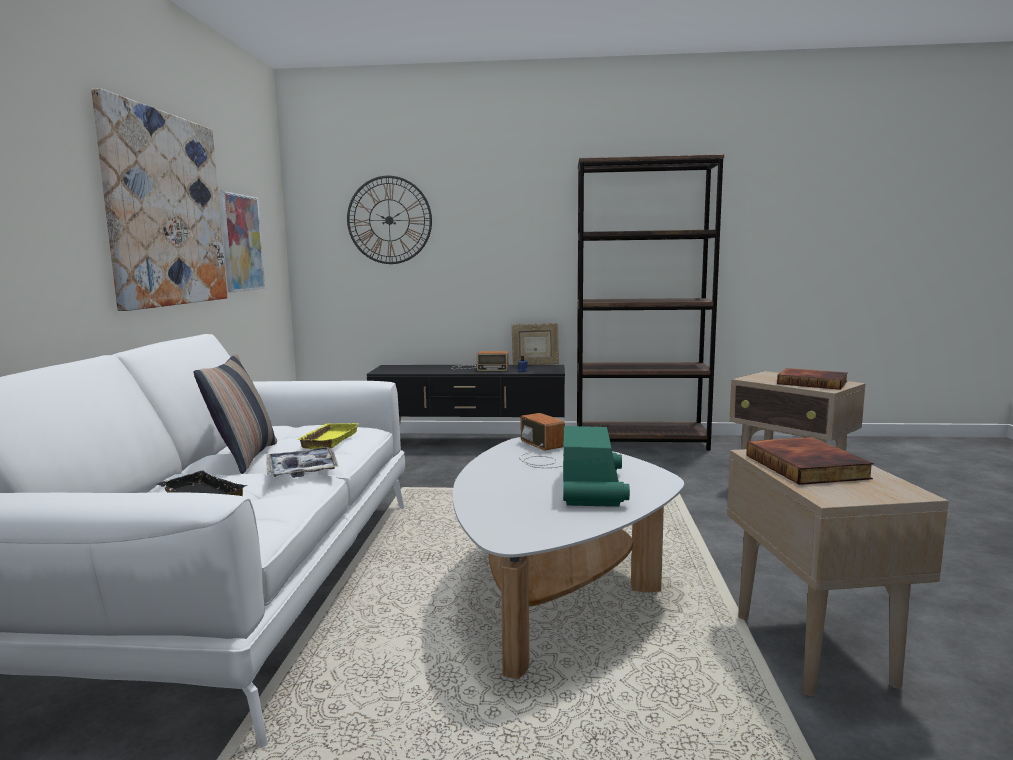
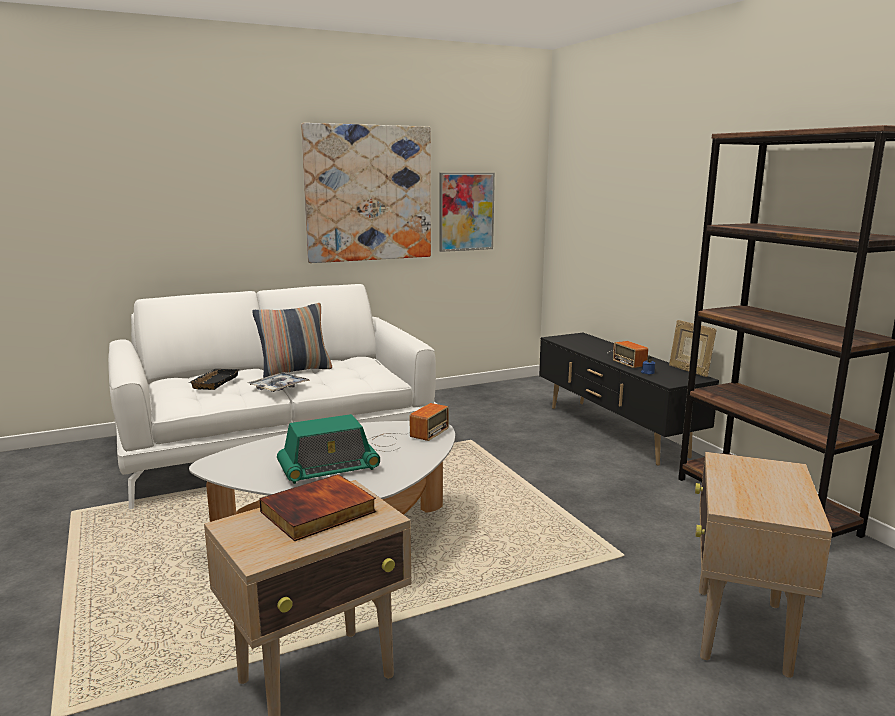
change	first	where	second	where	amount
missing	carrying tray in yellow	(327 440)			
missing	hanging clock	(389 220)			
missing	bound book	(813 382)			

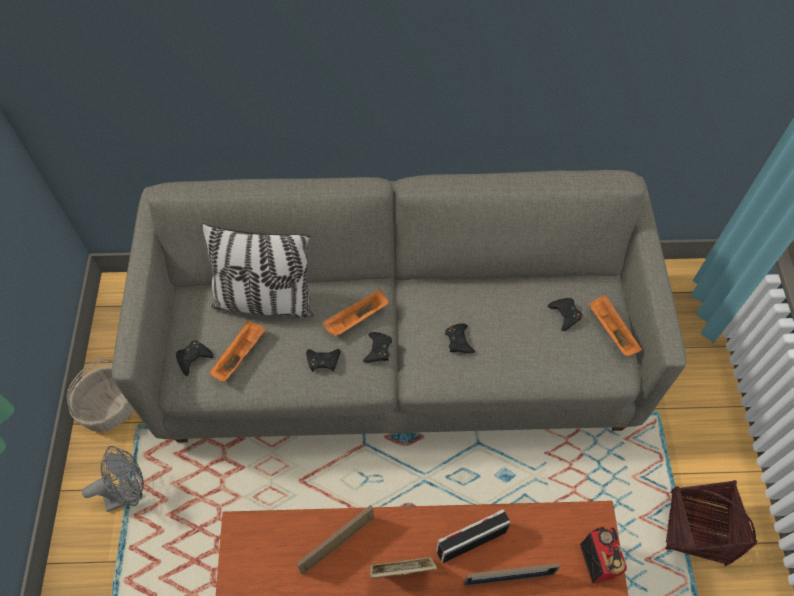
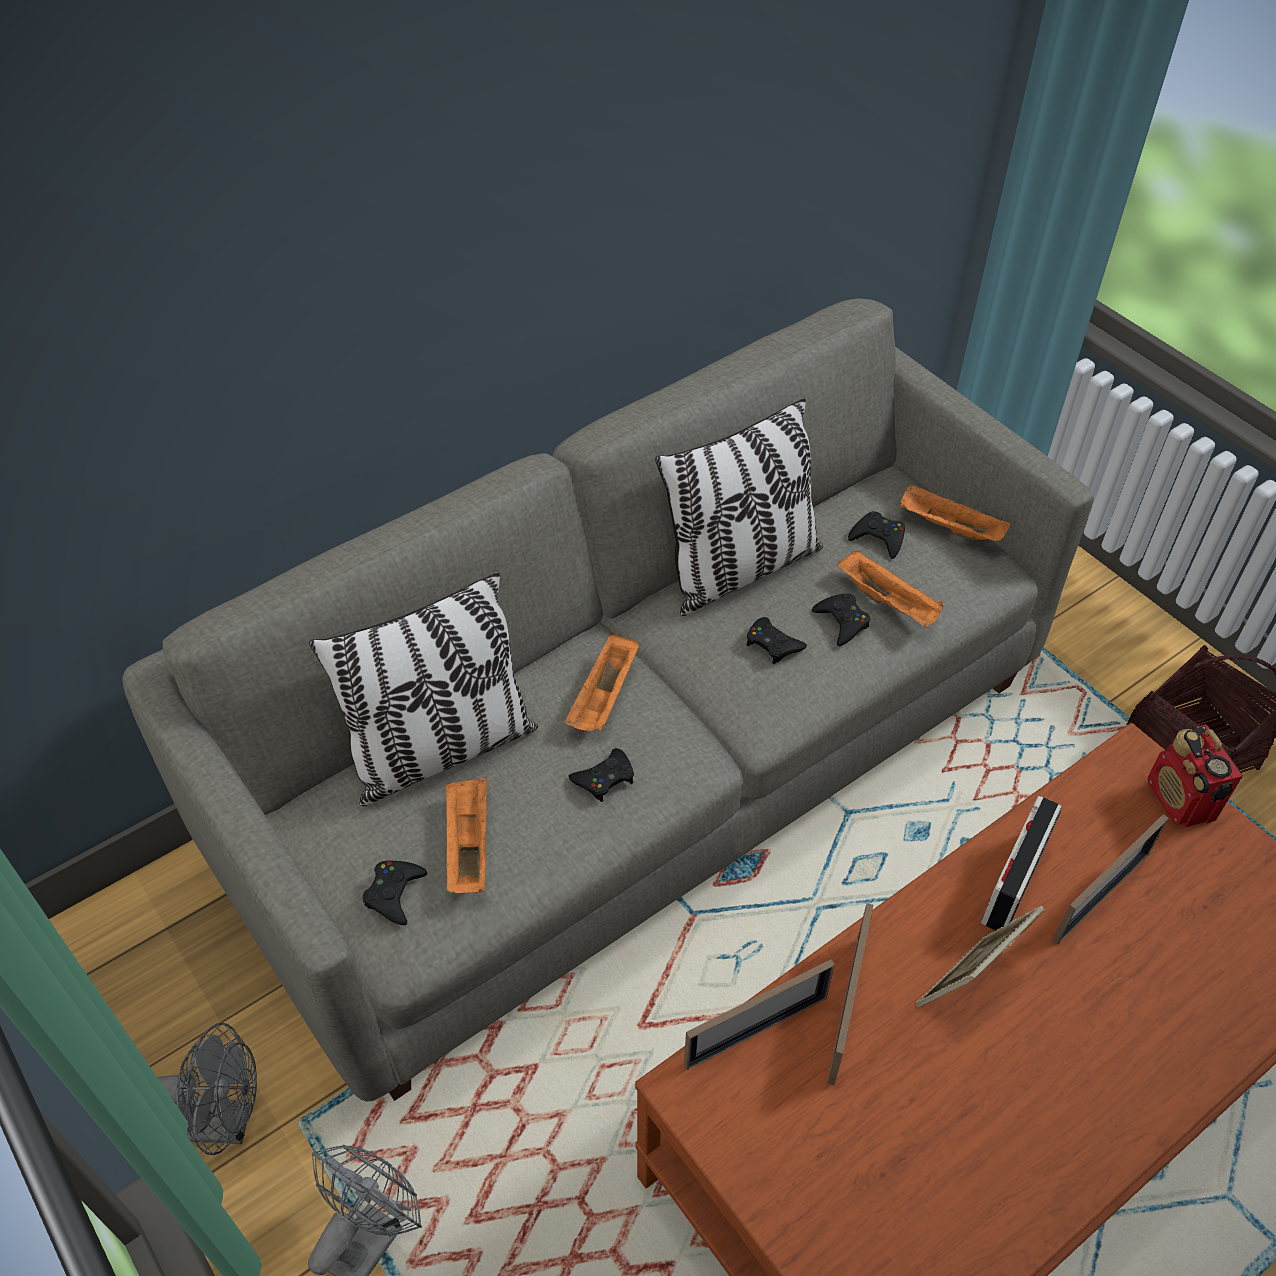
change	first	where	second	where	amount
exchanged	basket	(111 406)	cooling fan in grey	(226 1122)	
relocated	game controller in black-coloured	(378 349)		(842 622)	
spun	radio	(598 560)		(1180 801)	150 degrees counterclockwise
appeared			pillow	(740 569)	
appeared			standing frame	(756 1030)	
appeared			carrying tray in orangey	(889 602)	

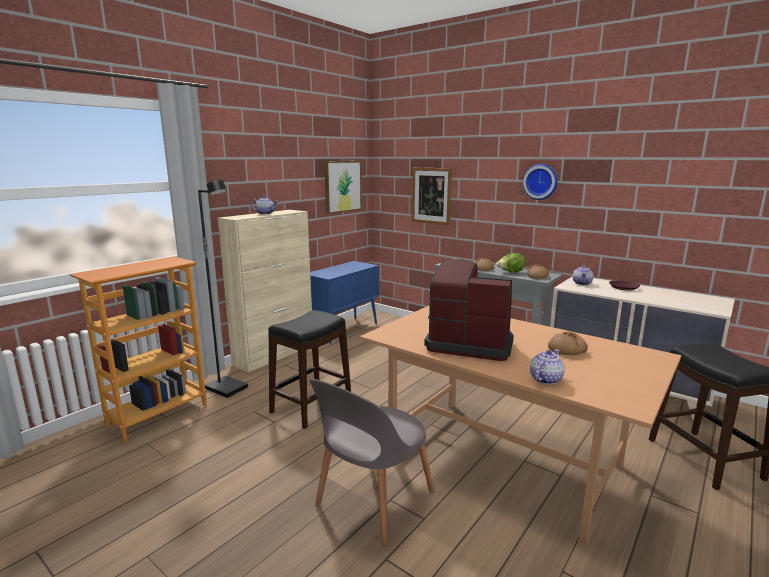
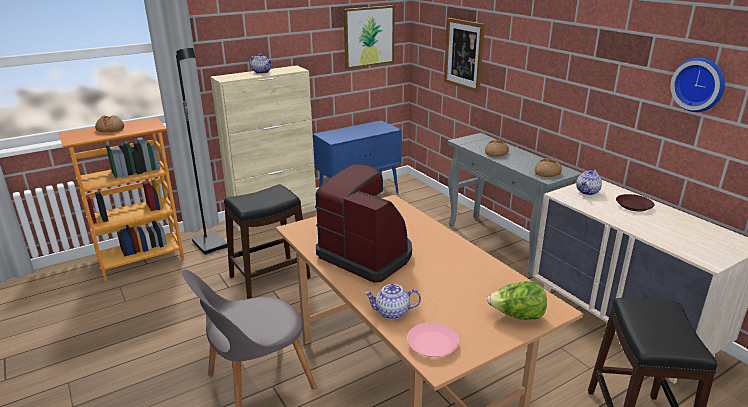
change	first	where	second	where	amount
relocated	head of lettuce	(510 272)		(517 316)	
relocated	hanging clock	(541 181)		(699 84)	
spun	tea pot	(545 379)		(392 312)	150 degrees counterclockwise
relocated	bakery bread	(567 350)		(110 129)	
appeared			flat dish in pinkish	(433 344)	

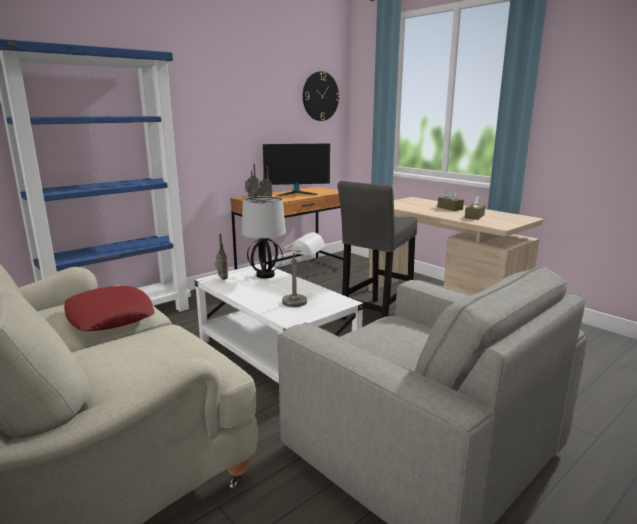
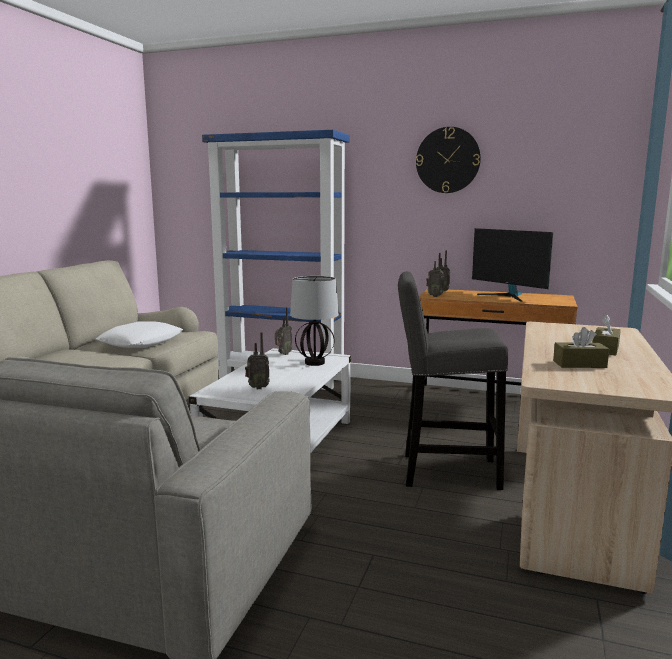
change	first	where	second	where	amount
colour	pillow in reddish	(109 316)	pillow in white	(141 342)	
exchanged	tabletop lamp in grey	(303 303)	radio	(257 387)	
relocated	hanging clock	(320 96)		(448 160)	

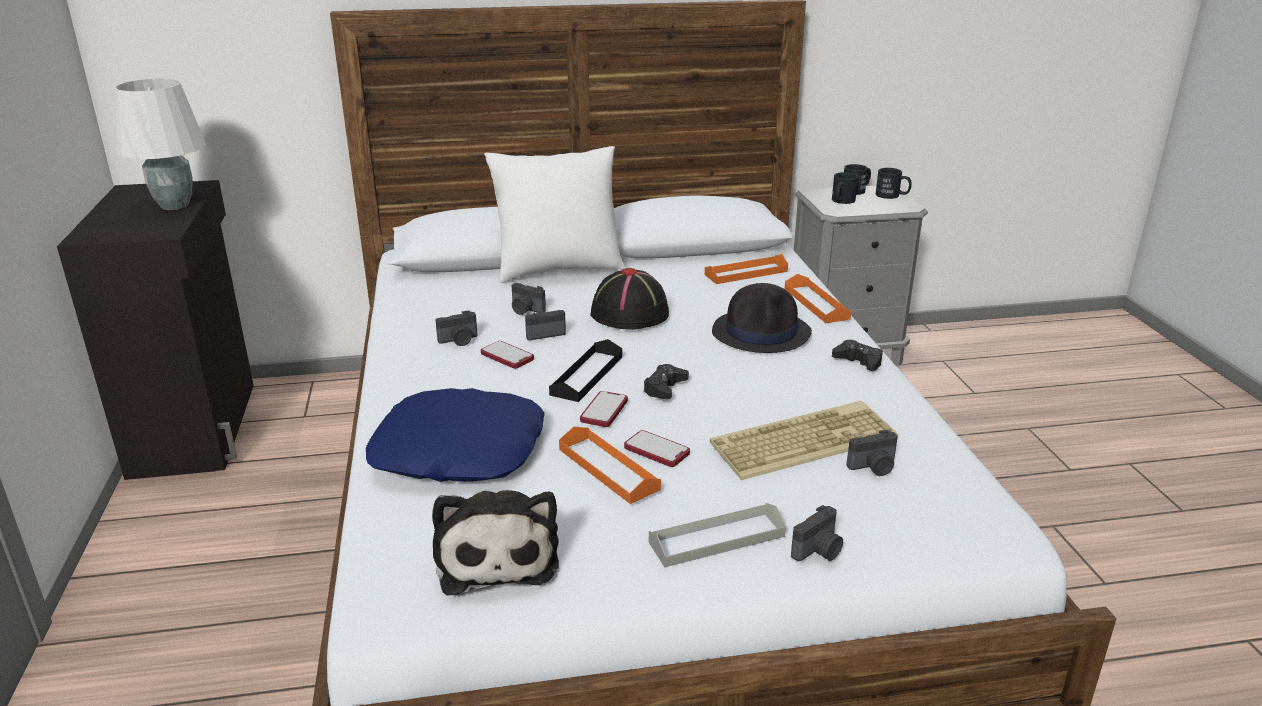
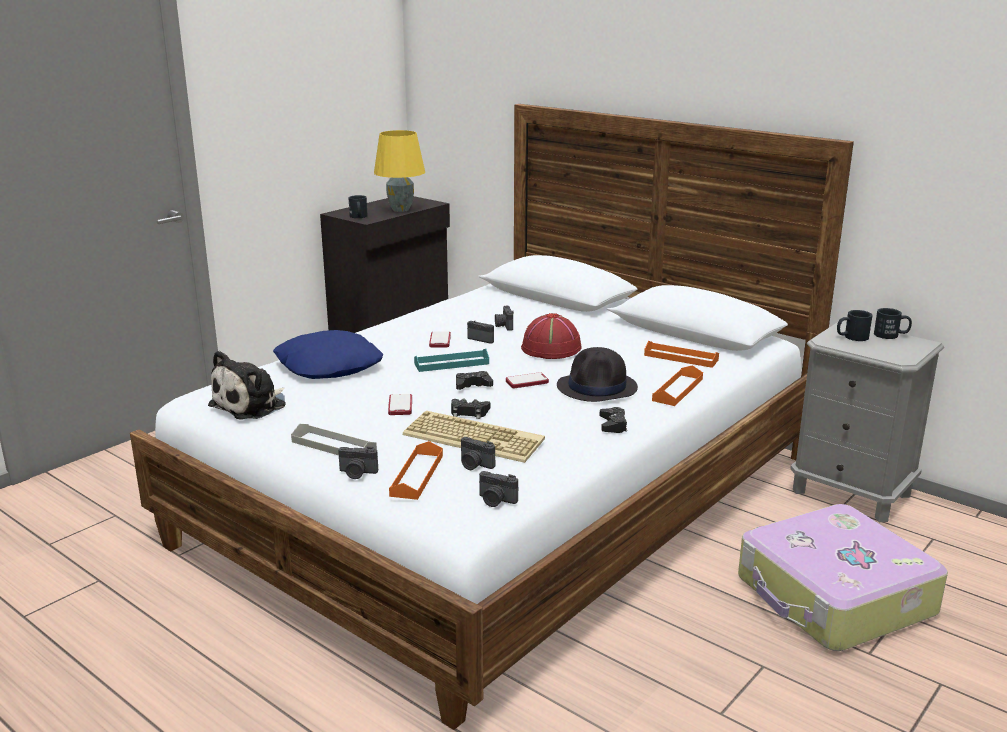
change	first	where	second	where	amount
colour	tabletop lamp in white	(176 205)	tabletop lamp in yellow	(401 210)	
relocated	still camera	(459 341)		(496 501)	
missing	pillow in white	(558 270)			
colour	carrying tray in black-coloured	(587 375)	carrying tray in blue-green	(451 364)	
relocated	carrying tray in orangey	(608 469)		(417 475)	
relocated	handset	(604 410)		(527 382)	
colour	wearable hat in black-coloured	(630 314)	wearable hat in reddish	(551 349)	
relocated	mug in black-coloured	(892 196)		(358 217)	
appeared			game controller in black-coloured	(469 412)	
appeared			piece of luggage	(834 597)	

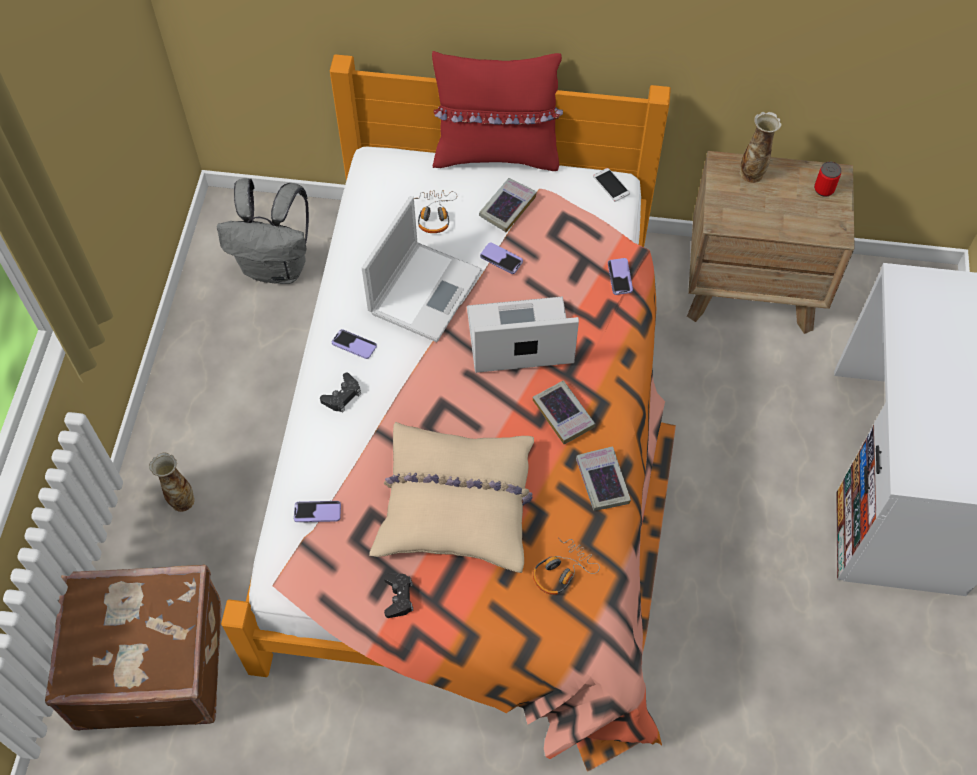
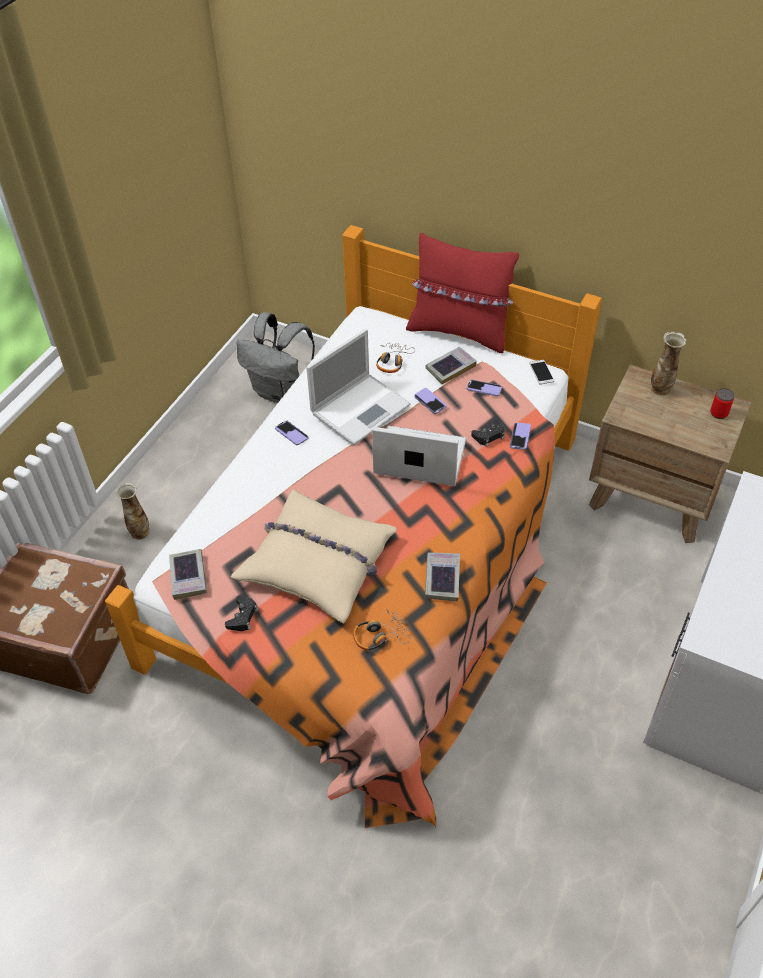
change	first	where	second	where	amount
relocated	handset	(317 512)		(484 389)	
relocated	game controller in black-coloured	(342 396)		(489 436)	
relocated	bound book	(563 414)		(188 576)	

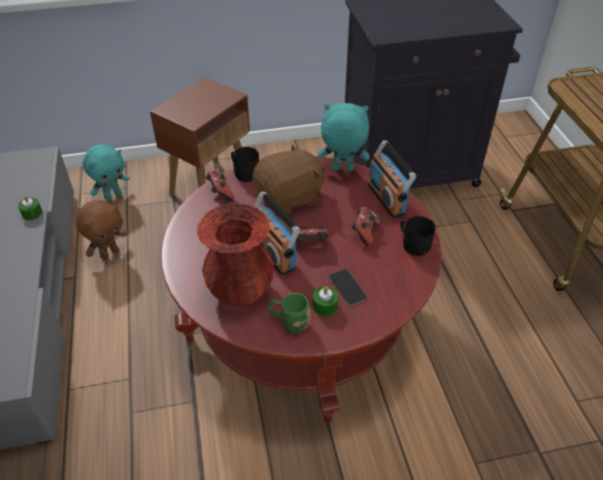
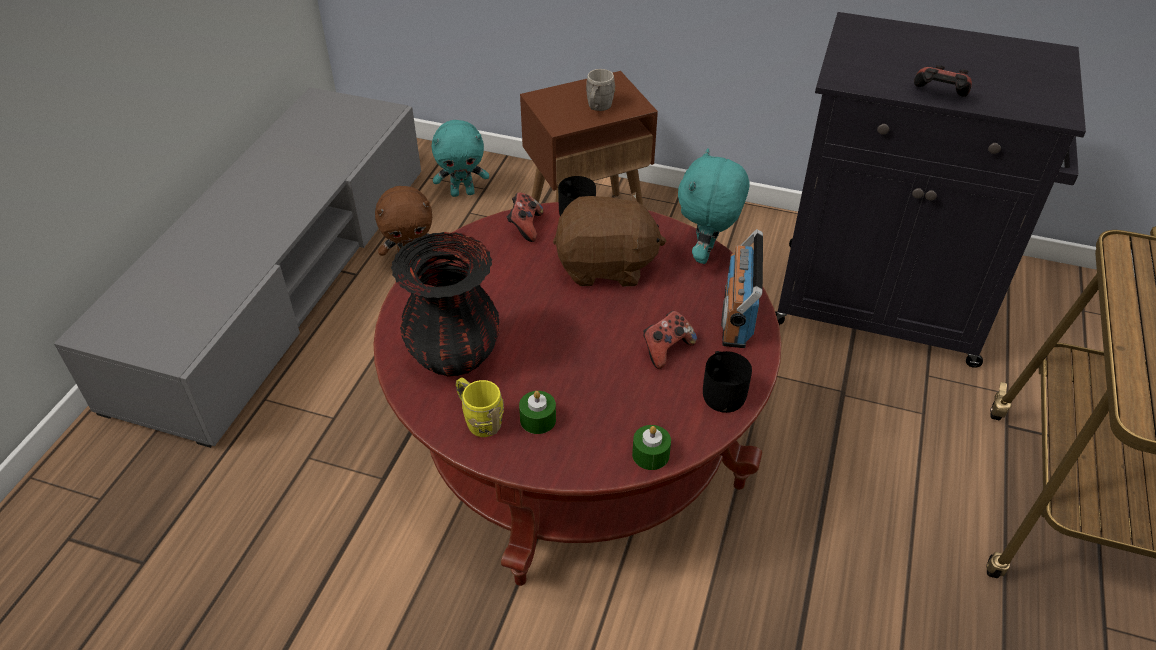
change	first	where	second	where	amount
relocated	candle in green	(32 213)		(650 455)	
colour	vase in reddish	(240 290)	vase in black-coloured	(453 355)	
missing	radio	(274 253)			
colour	mug in green	(289 322)	mug in yellow	(479 420)	
relocated	game controller	(310 244)		(938 96)	
spun	cuddly toy in blue-green	(342 169)		(706 255)	105 degrees counterclockwise
missing	handset	(347 287)			
appeared			mug in grey	(598 108)	

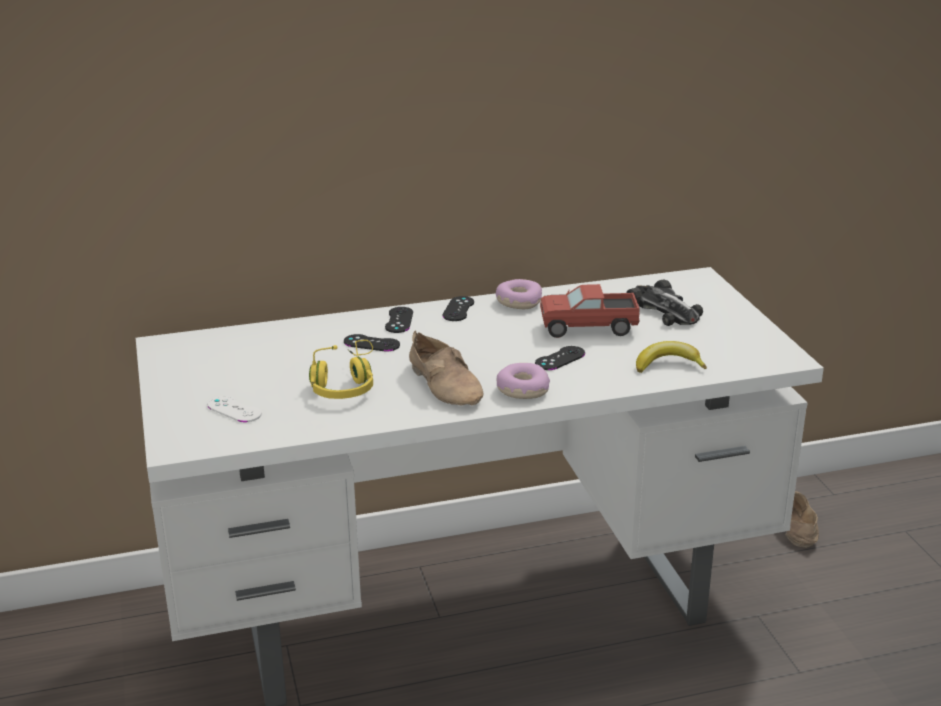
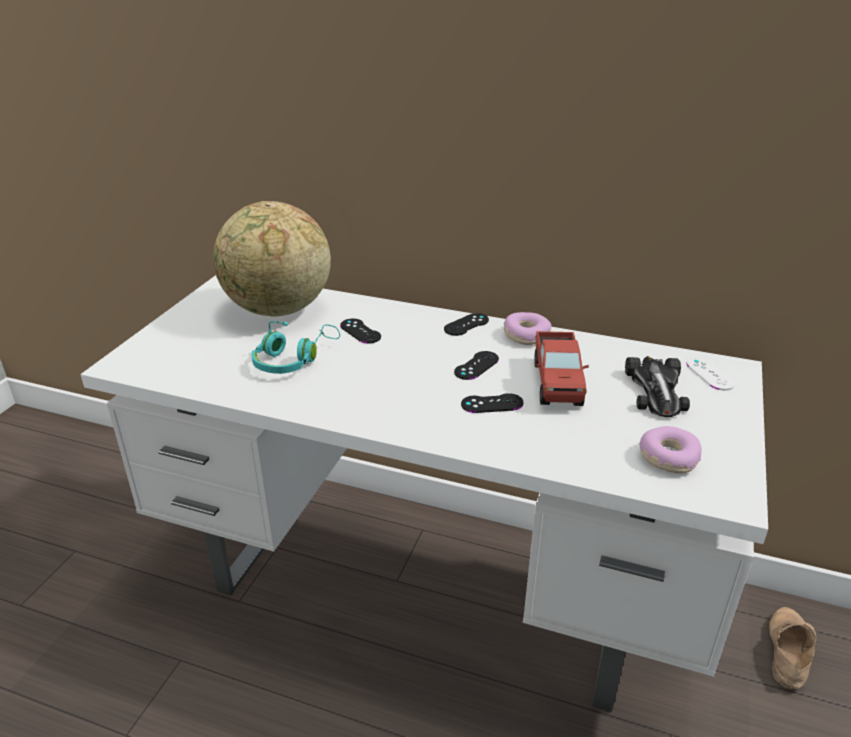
change	first	where	second	where	amount
relocated	game controller in white	(234 409)		(709 374)	
colour	headset in yellow	(345 384)	headset in blue-green	(293 359)	
relocated	game controller in black-coloured	(399 320)		(476 365)	
missing	shoe in sand-coloured	(446 384)			
relocated	ring doughnut	(522 389)		(668 457)	
spun	toy lorry	(588 328)		(557 383)	120 degrees counterclockwise
missing	banana fruit	(668 365)			
appeared			desk globe	(278 310)	

